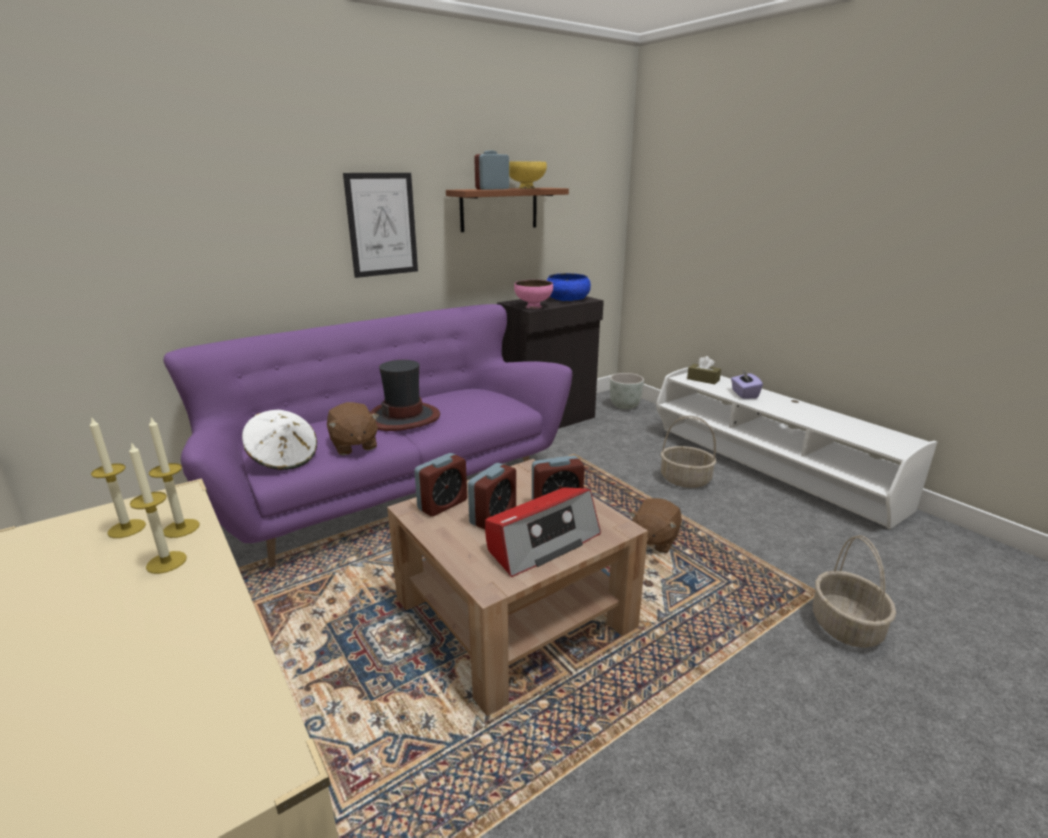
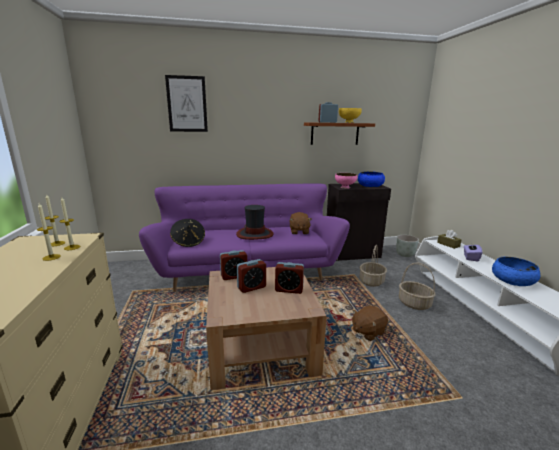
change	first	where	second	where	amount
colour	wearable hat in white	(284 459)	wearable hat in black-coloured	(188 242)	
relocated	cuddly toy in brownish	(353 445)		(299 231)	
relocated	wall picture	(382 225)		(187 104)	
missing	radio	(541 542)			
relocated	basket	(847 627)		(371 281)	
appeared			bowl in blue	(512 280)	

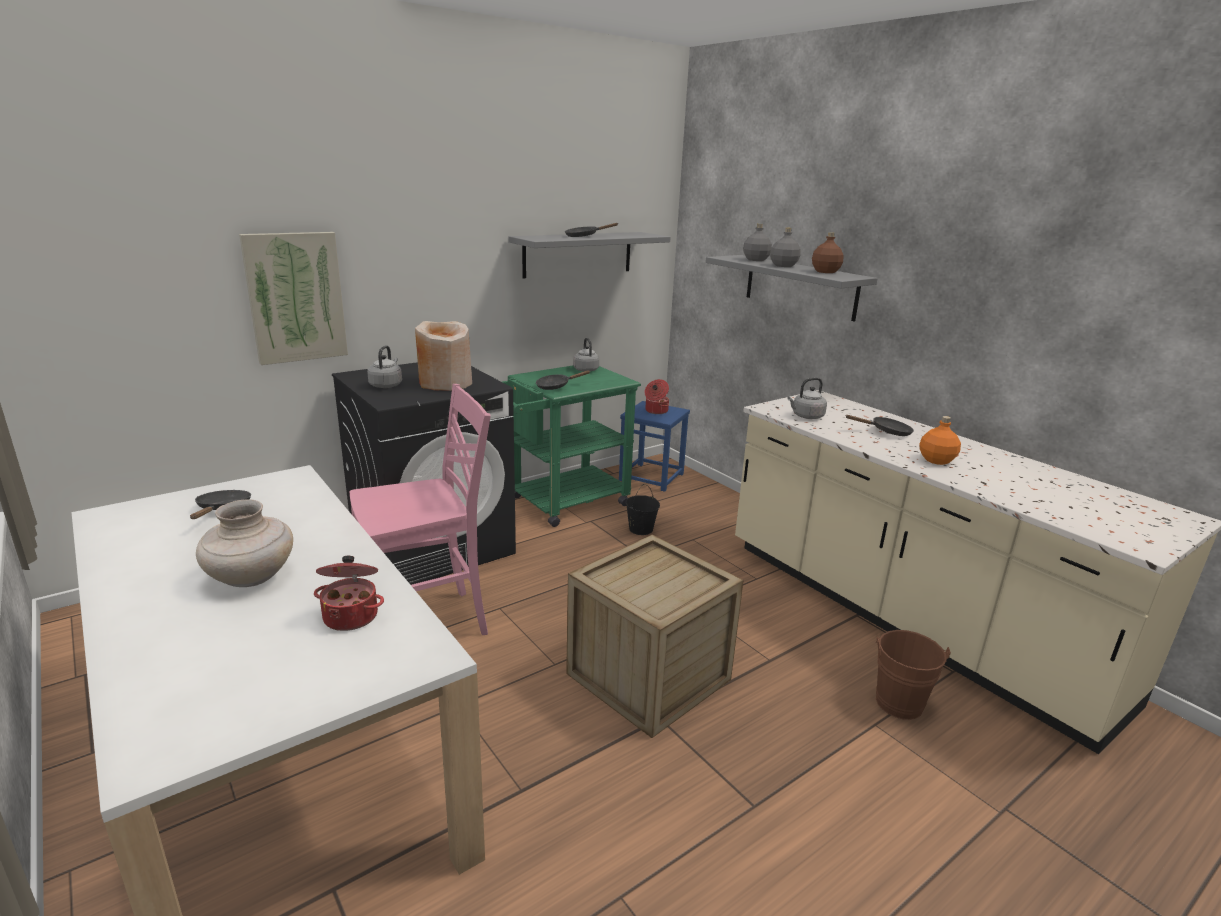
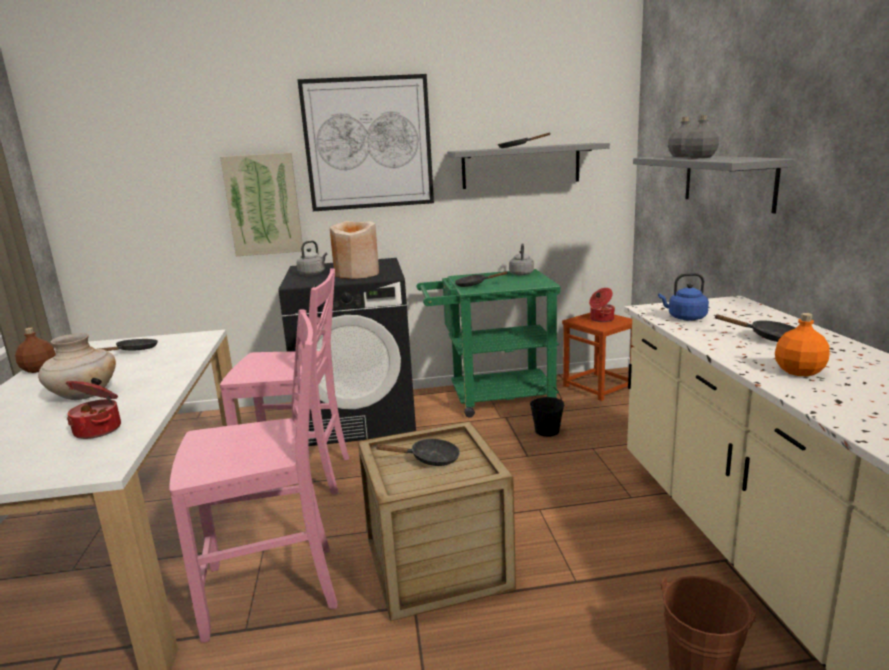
change	first	where	second	where	amount
colour	stool in blue	(651 477)	stool in brownish	(599 386)	
colour	kettle in grey	(806 416)	kettle in blue	(685 318)	
relocated	drink bottle in brownish	(826 272)		(39 369)	
appeared			plain chair in pinkish	(274 589)	
appeared			wall picture	(368 143)	
appeared			pan in black-coloured	(430 459)	

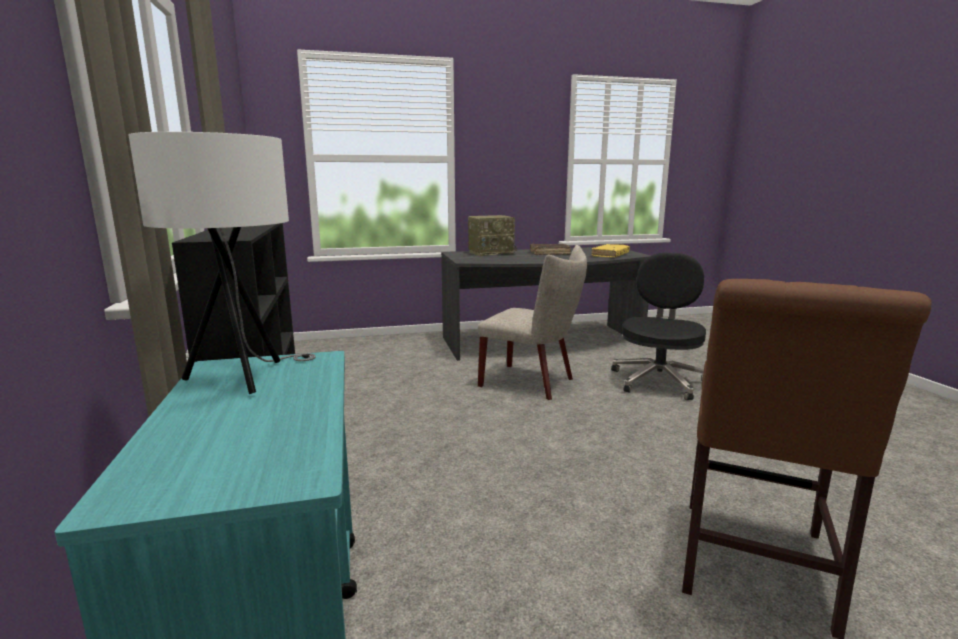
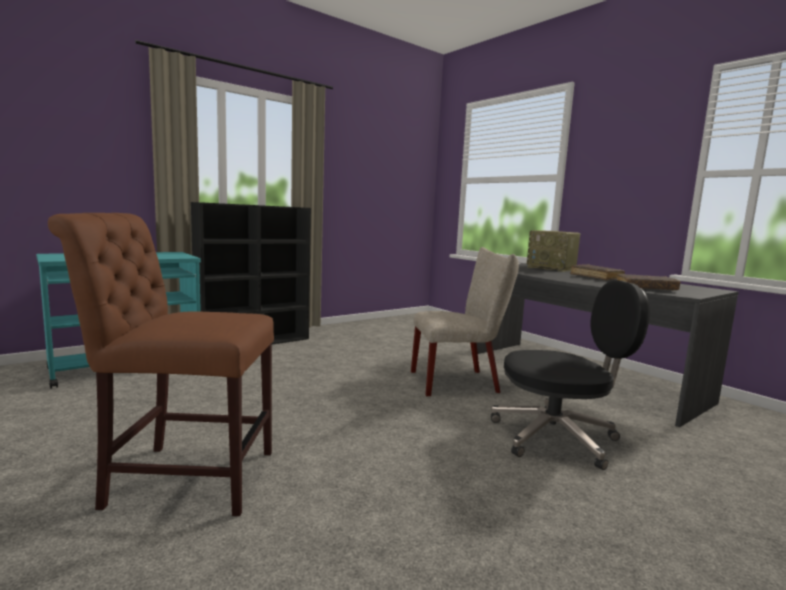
change	first	where	second	where	amount
missing	tabletop lamp in white	(245 378)			
spun	plain chair in sand-coloured	(532 383)		(460 382)	105 degrees counterclockwise
colour	bound book in yellow	(610 255)	bound book in brownish	(646 288)	

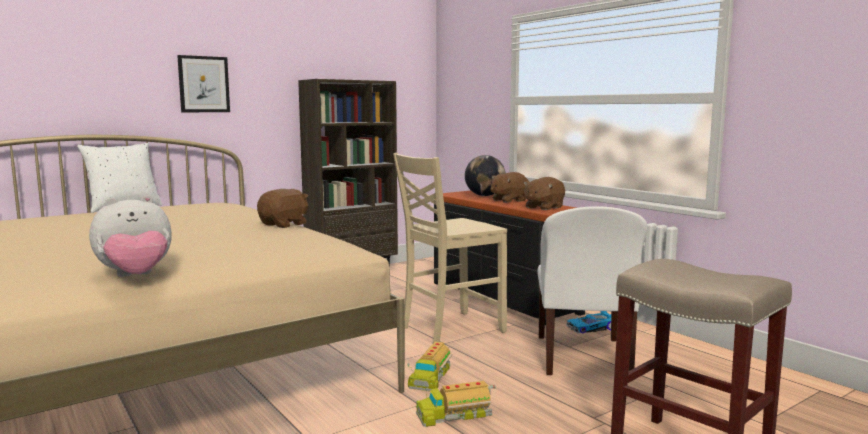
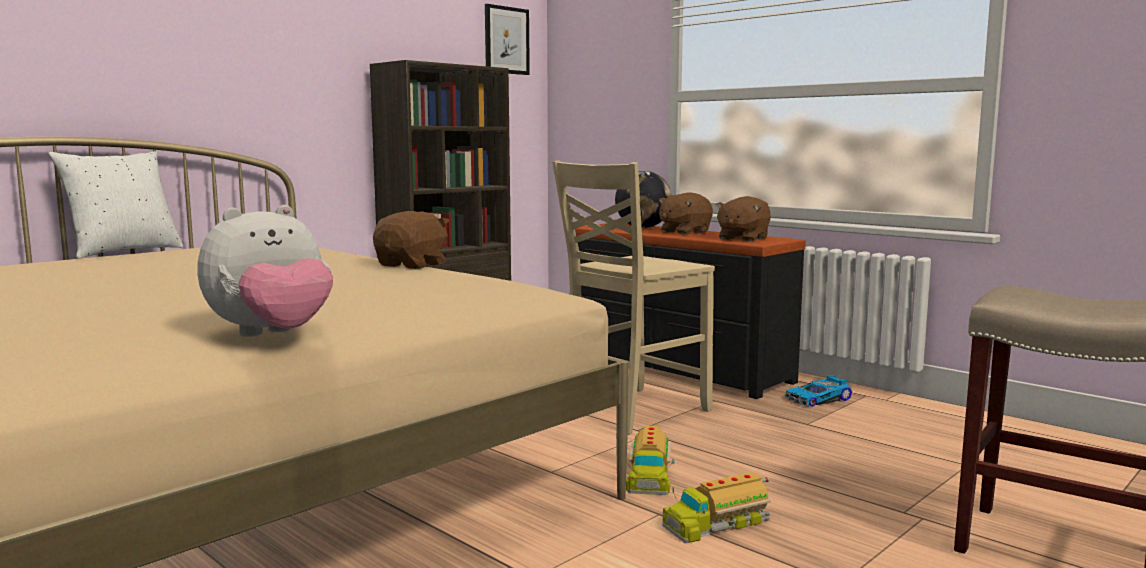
change	first	where	second	where	amount
relocated	wall picture	(204 84)		(506 40)	
missing	plain chair in white	(583 358)			

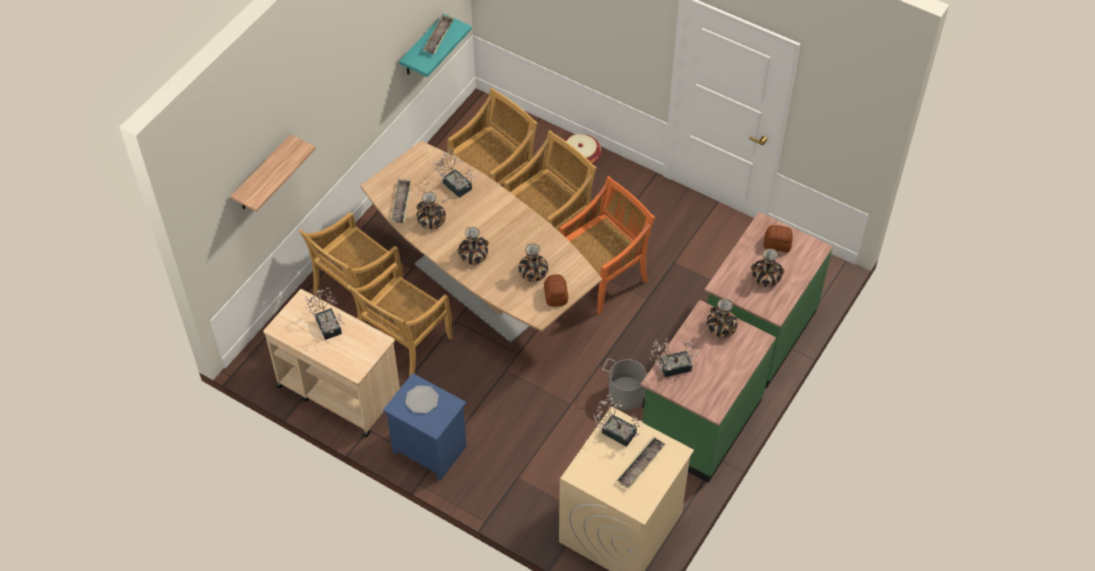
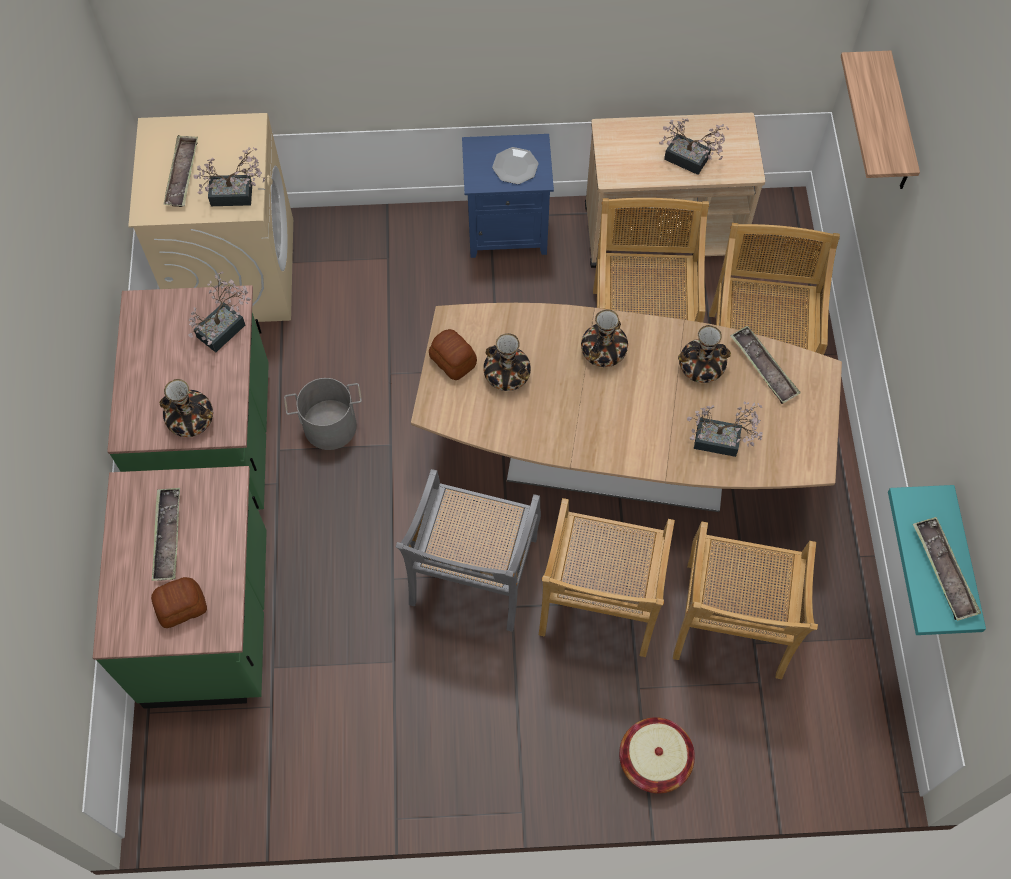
change	first	where	second	where	amount
colour	plain chair in orangey	(603 277)	plain chair in grey	(473 574)	
exchanged	vase	(766 278)	carrying tray	(167 536)	

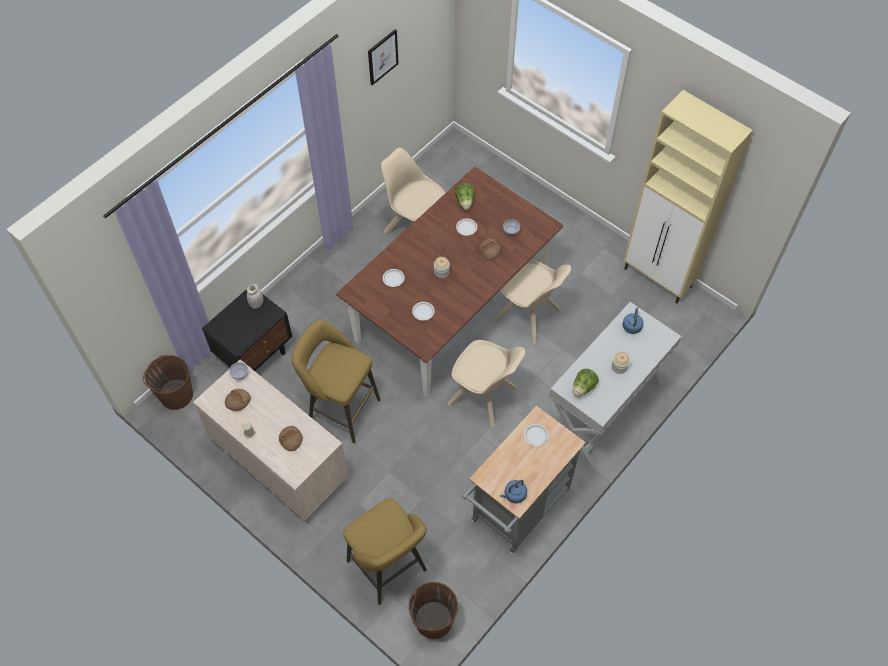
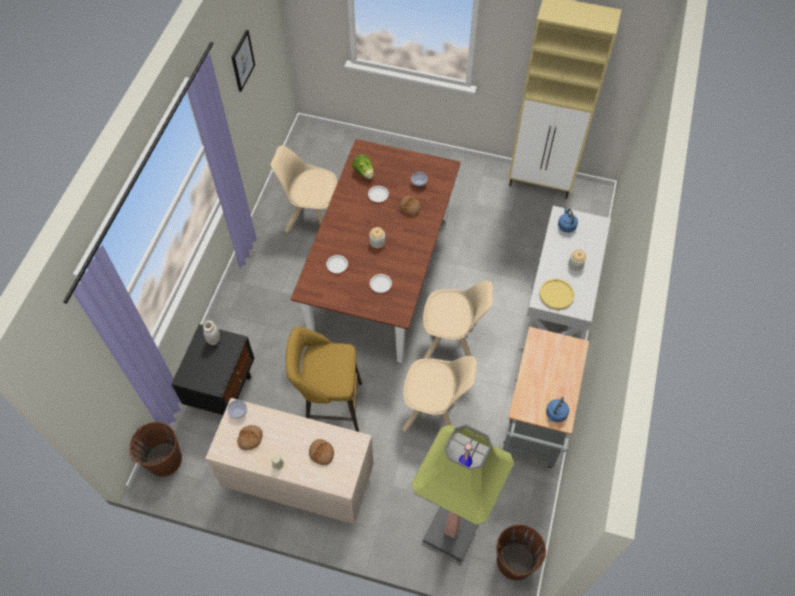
change	first	where	second	where	amount
exchanged	stool in yellow	(389 569)	standard lamp	(451 533)	
relocated	plain chair in sand-coloured	(529 316)		(434 411)	
missing	flat dish in white	(536 435)			
exchanged	head of lettuce	(583 387)	flat dish in yellow	(556 294)	

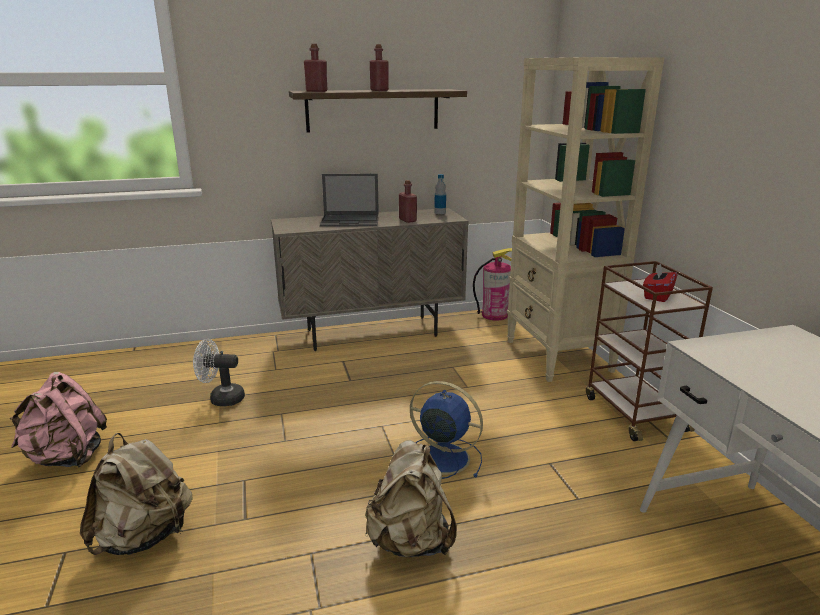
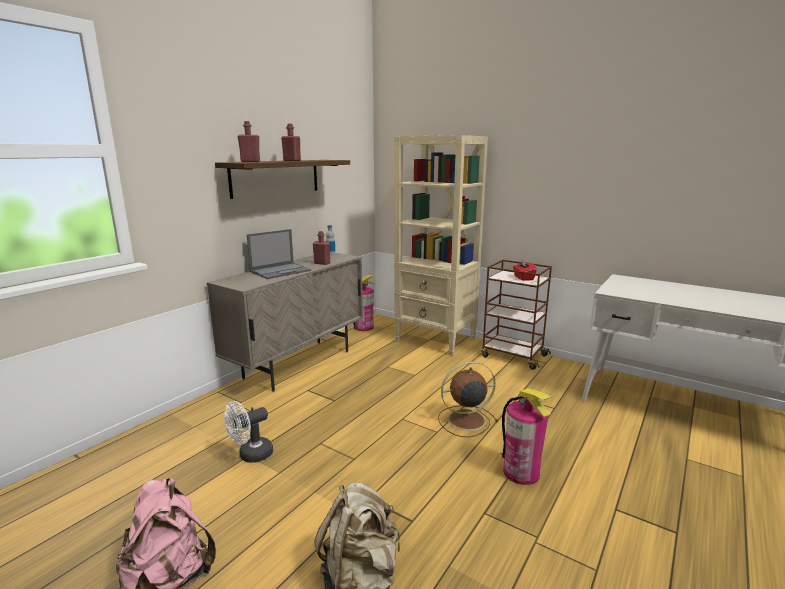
change	first	where	second	where	amount
exchanged	rucksack in sand-coloured	(410 541)	fire-fighting cylinder	(521 472)	
colour	cooling fan in blue	(441 458)	cooling fan in brownish	(465 420)	

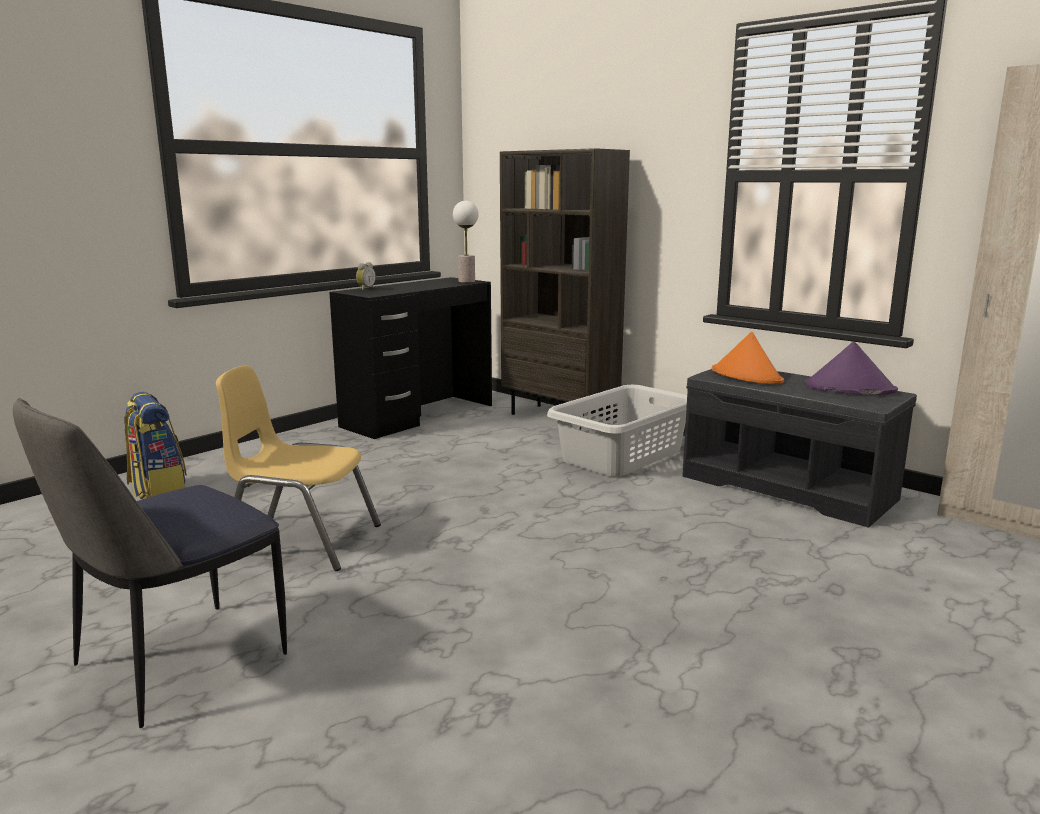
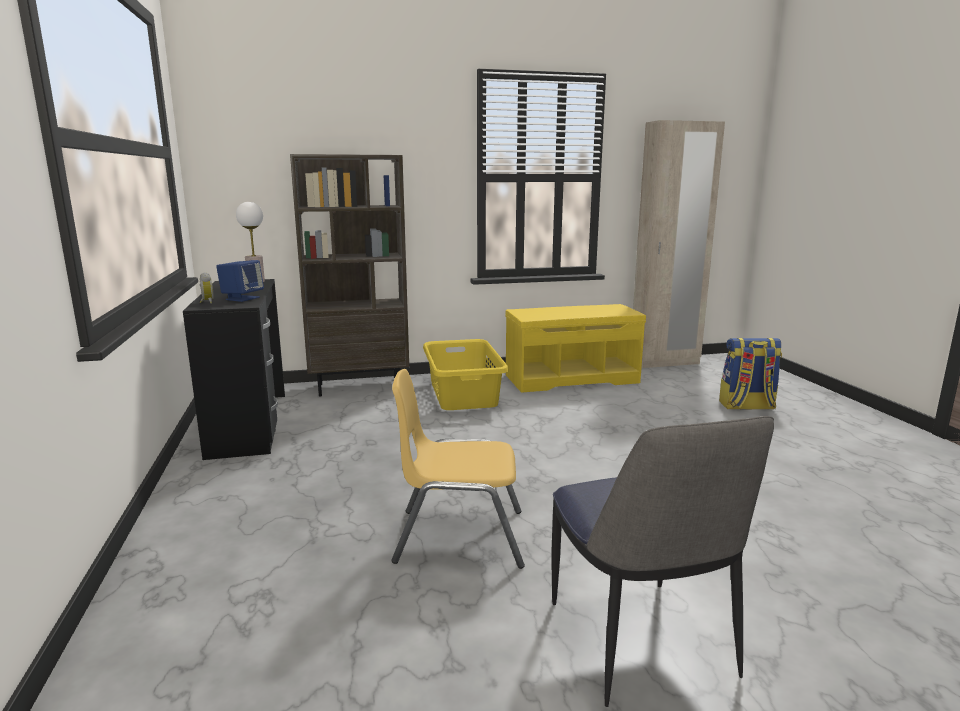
change	first	where	second	where	amount
relocated	rucksack	(158 492)		(746 406)	
spun	plain chair in yellow	(301 541)		(459 536)	45 degrees clockwise
colour	laundry basket in grey	(623 455)	laundry basket in yellow	(464 394)	
colour	long seat in grey	(789 487)	long seat in yellow	(572 378)	
missing	wearable hat in orangey	(747 376)			
missing	wearable hat in purplish	(849 388)			
appeared			speaker in blue	(242 298)	

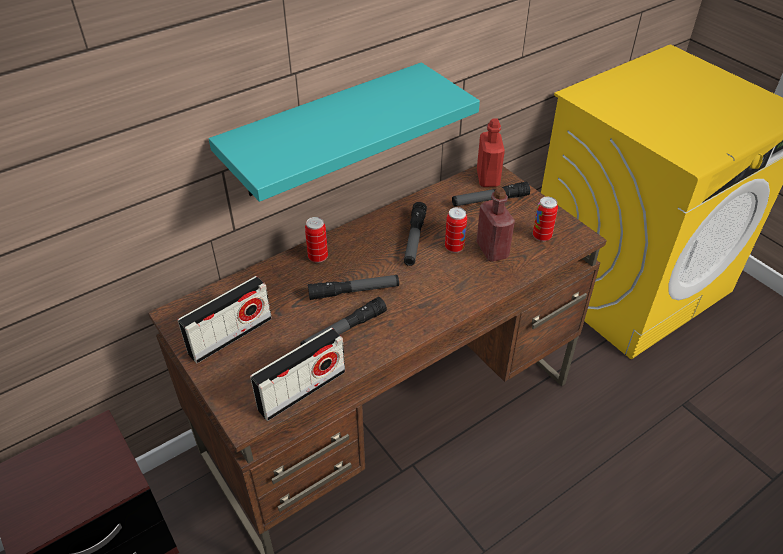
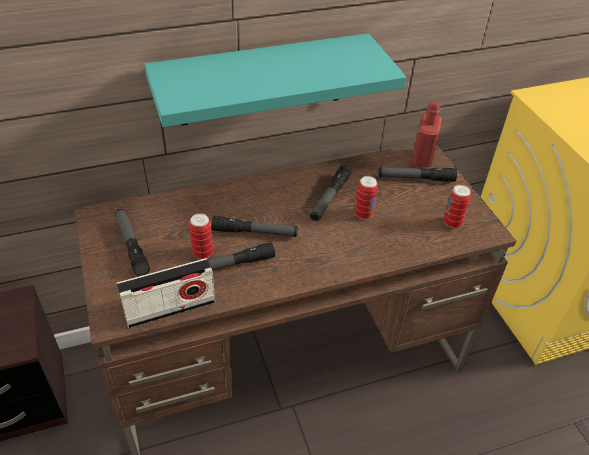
change	first	where	second	where	amount
exchanged	radio	(230 336)	hand torch	(131 245)	
relocated	can	(318 257)		(203 253)	
missing	drink bottle in reddish	(492 250)			

